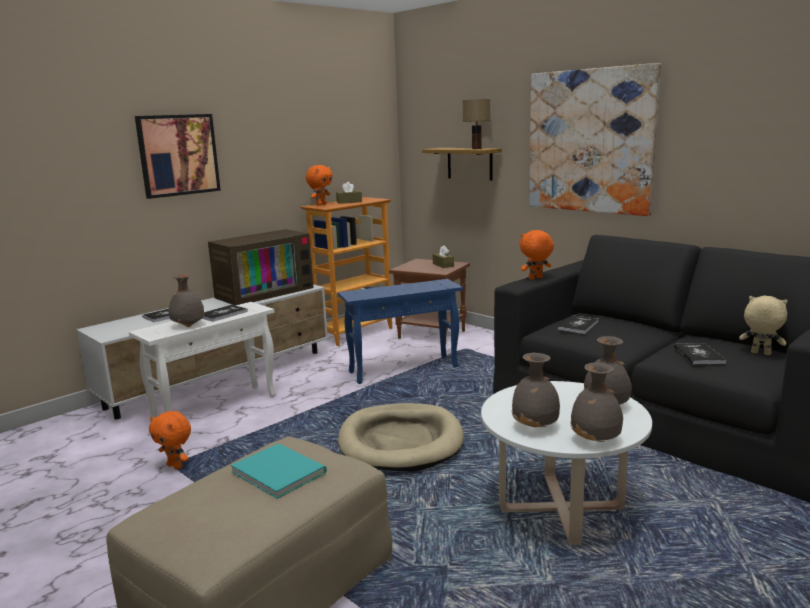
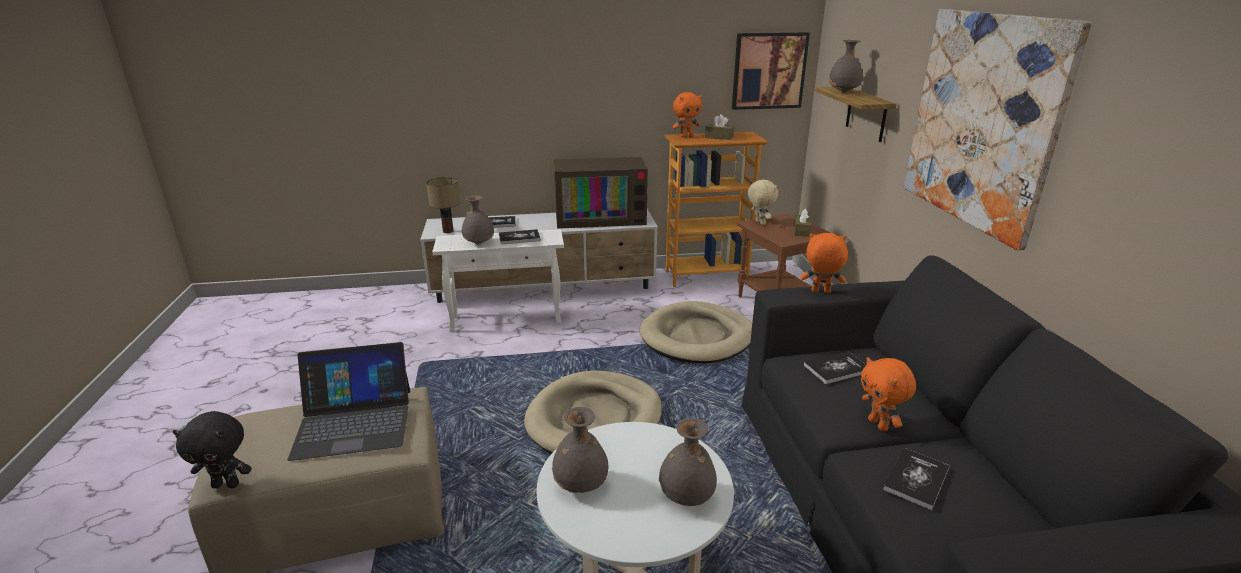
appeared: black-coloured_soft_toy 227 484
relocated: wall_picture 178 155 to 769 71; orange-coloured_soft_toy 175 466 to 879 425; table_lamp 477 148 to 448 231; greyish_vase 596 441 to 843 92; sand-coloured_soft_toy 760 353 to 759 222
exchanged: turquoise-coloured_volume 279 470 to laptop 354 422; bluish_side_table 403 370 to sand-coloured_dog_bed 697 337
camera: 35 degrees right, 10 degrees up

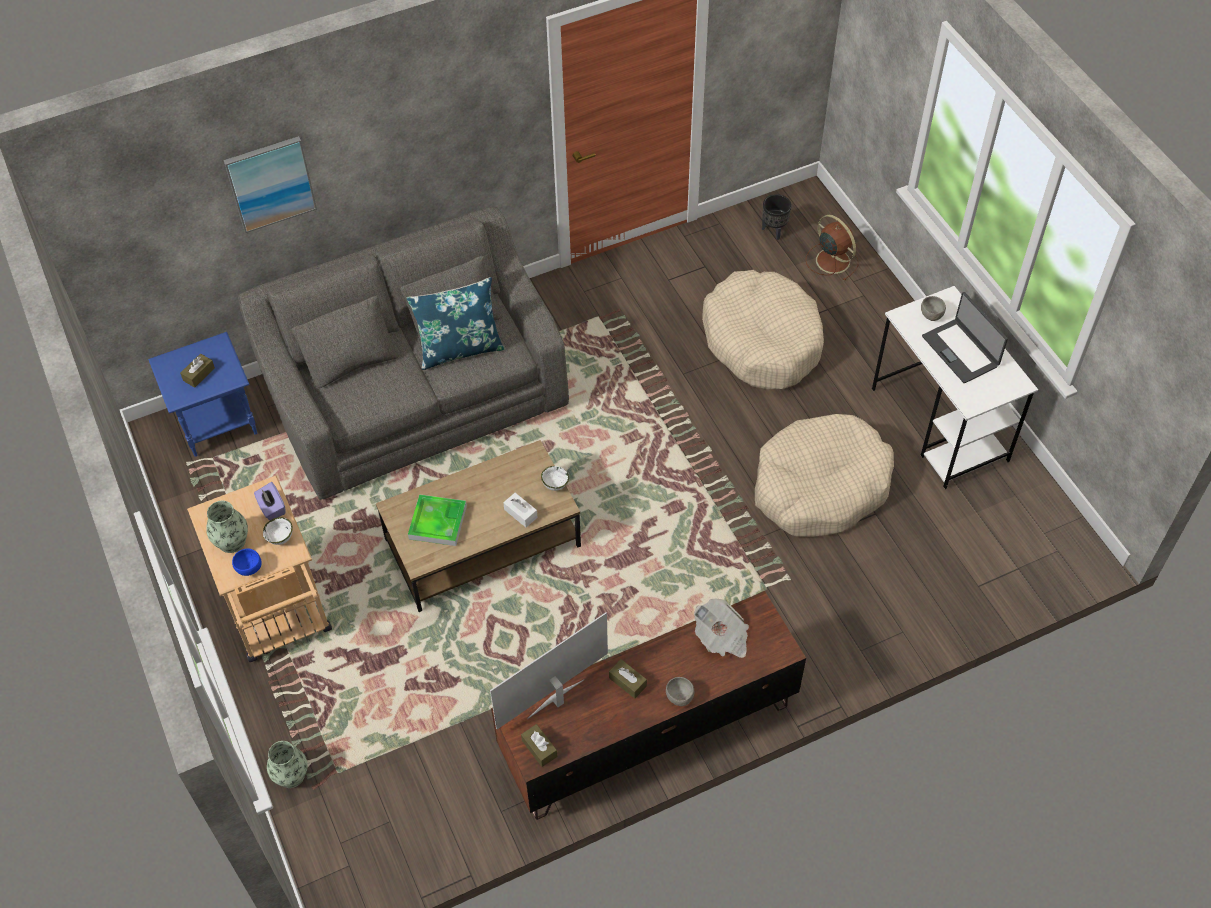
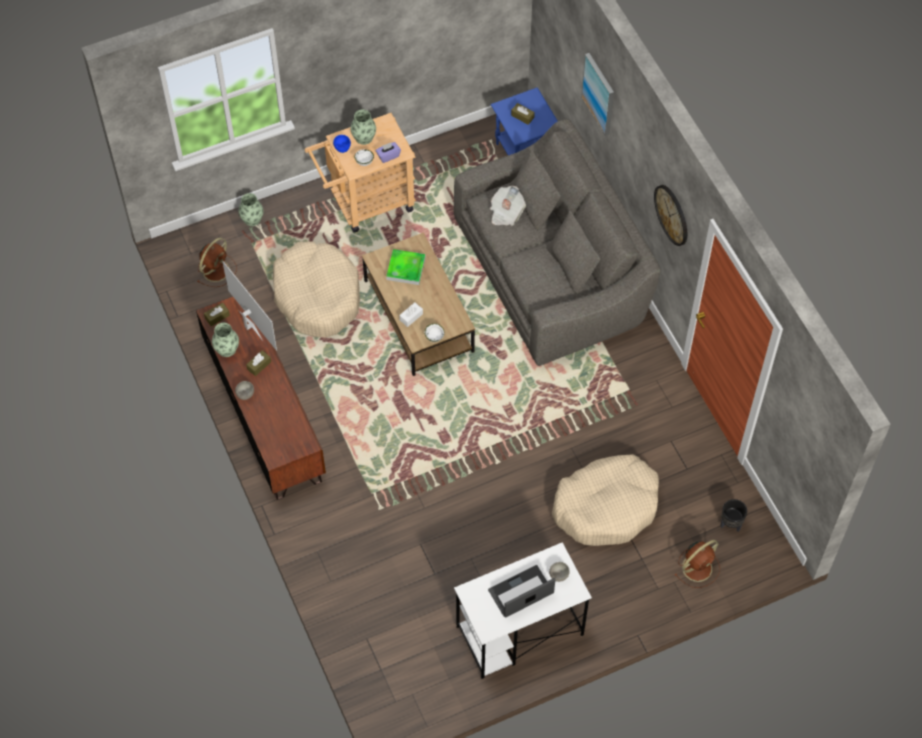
missing: bluish_throw_pillow 459 349
appeared: brown_fan 216 269; vase 227 349; hanging_clock 672 214
relocated: printed_paper 721 637 to 506 212; sand-coloured_dog_bed 820 486 to 317 296
camera: 90 degrees right, 5 degrees up

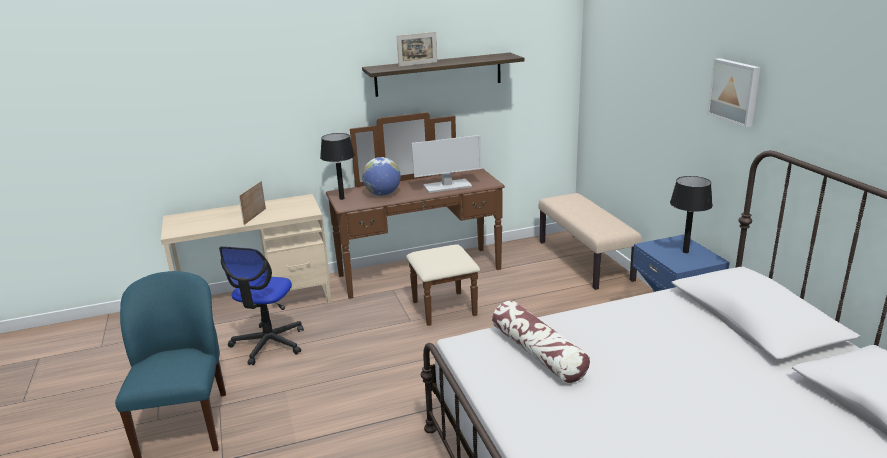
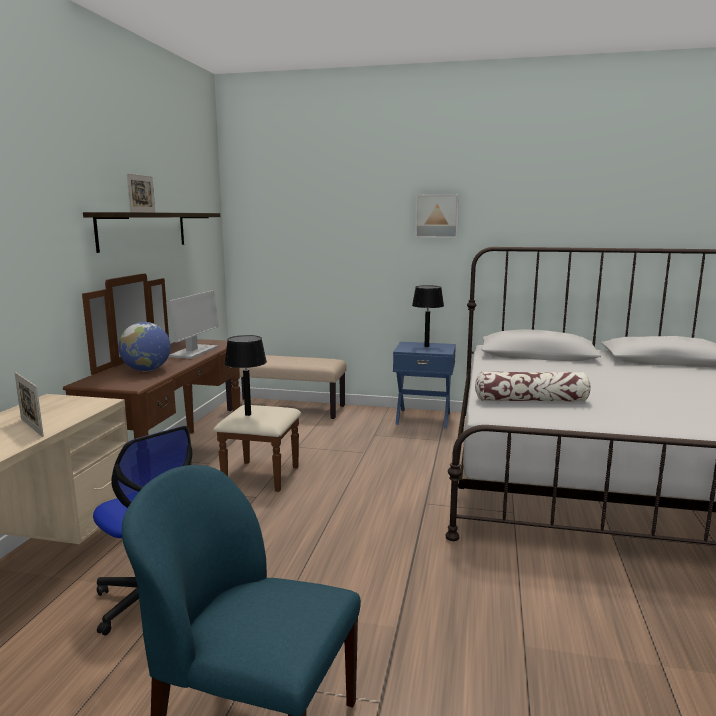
relocated: black-coloured_table_lamp 342 198 to 248 414
camera: 60 degrees left, 10 degrees down

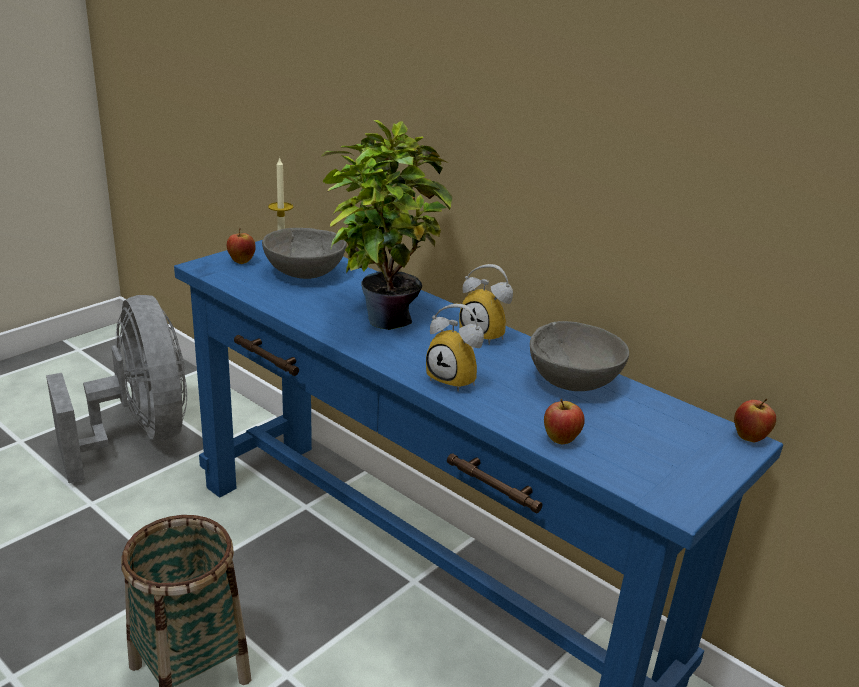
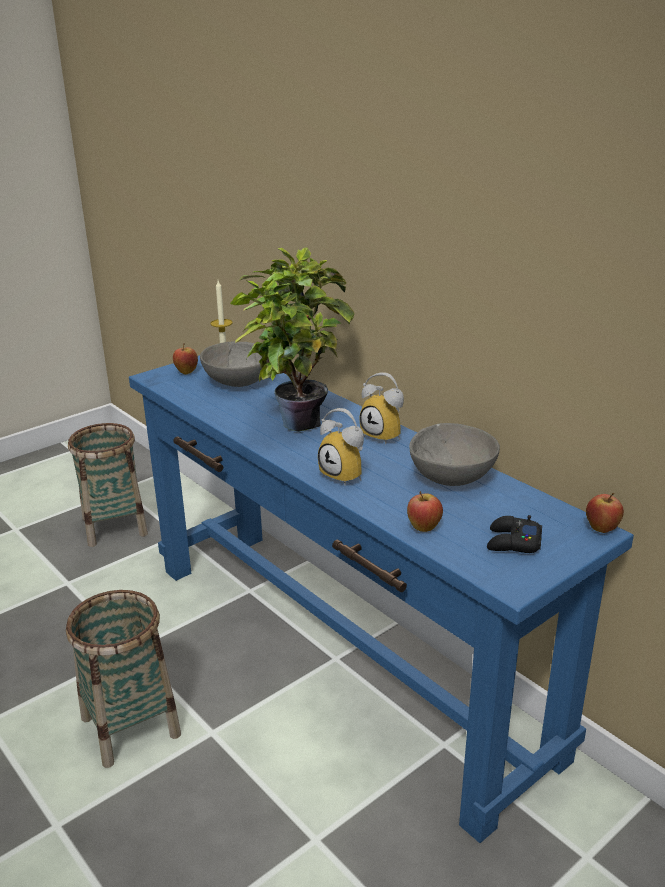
appeared: black-coloured_joypad 513 542
exchanged: greyish_fan 139 436 to household_basket 114 526
camera: 10 degrees right, 0 degrees up

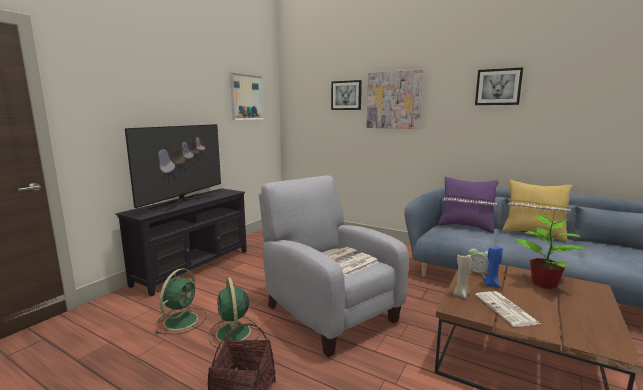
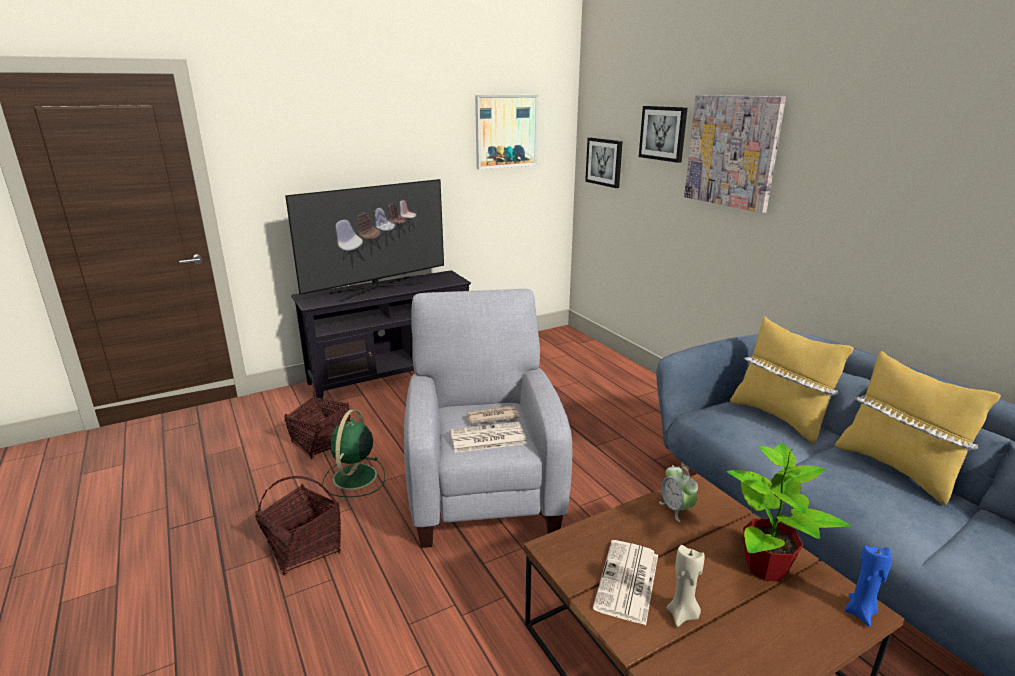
relocated: sand-coloured_candle 461 295 to 682 615; wall_picture 498 87 to 604 162; bluish_candle 491 285 to 860 612
exchanged: green_fan 182 320 to household_basket 321 442
colour: purplish_throw_pillow 465 227 to yellowish_throw_pillow 779 417
camera: 30 degrees right, 10 degrees up

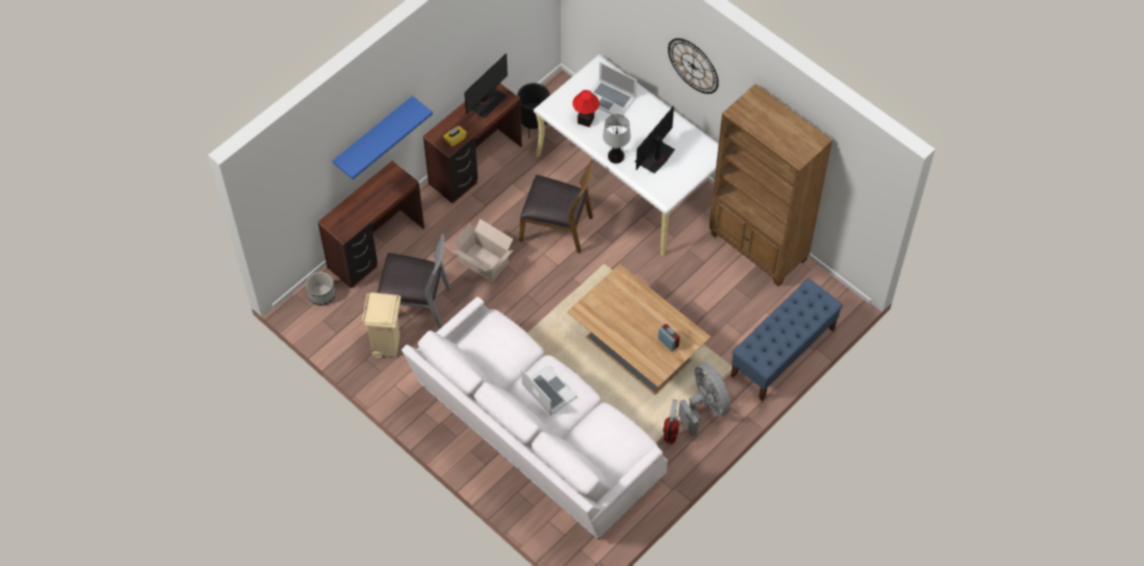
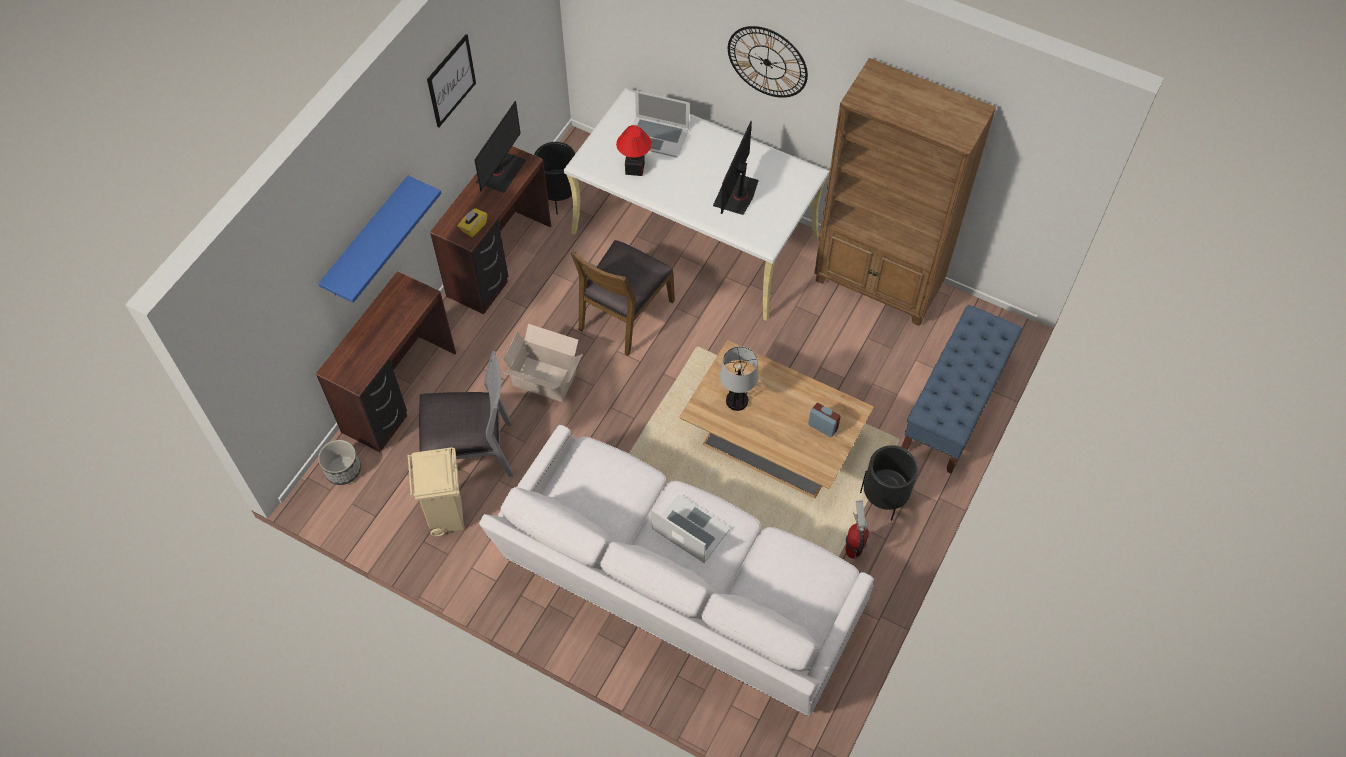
appeared: wall_picture 451 80
relocated: table_lamp 616 156 to 737 400
exchanged: greyish_fan 705 407 to black-coloured_plant_pot 883 498
spun: brown_plain_chair 557 227 = 624 314 120 degrees clockwise
camera: 15 degrees left, 0 degrees up

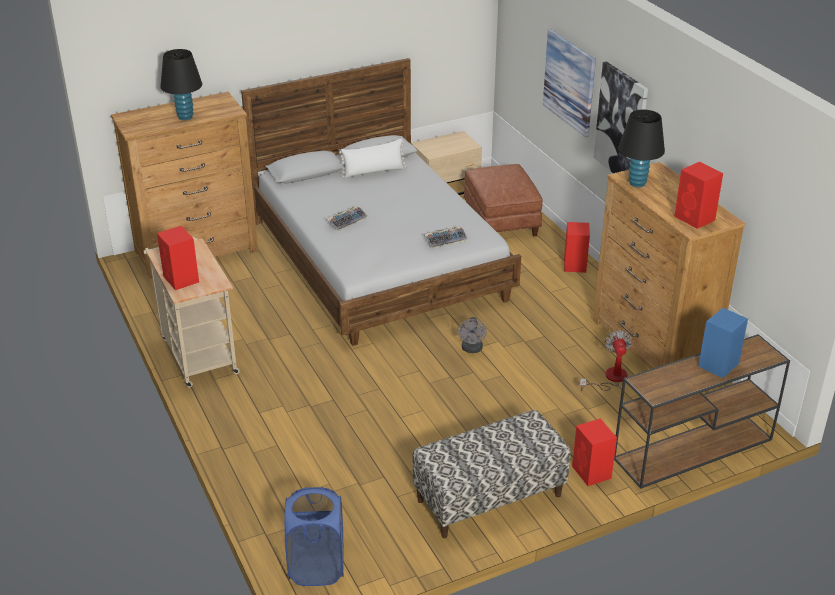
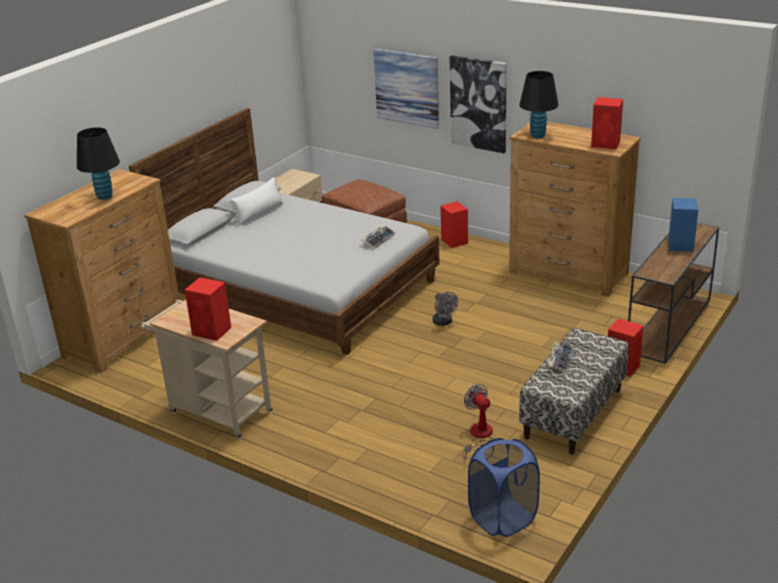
relocated: PC_keyboard 347 221 to 560 360; fan 610 378 to 478 436
camera: 30 degrees left, 5 degrees down

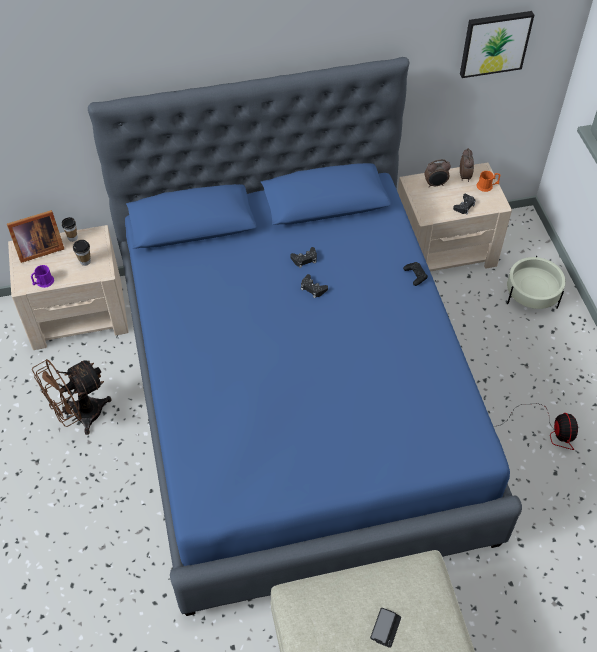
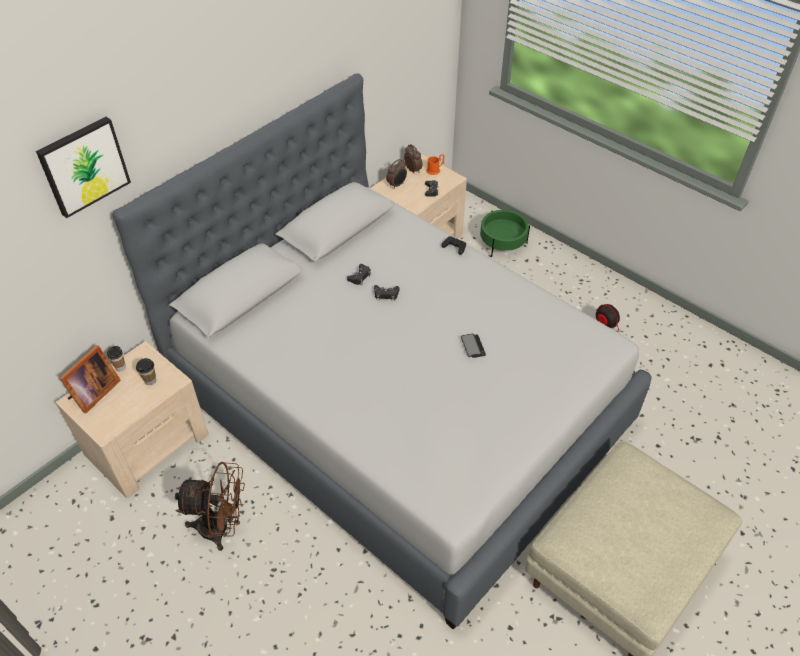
missing: purplish_tea_mug 43 282
relocated: handset 385 628 to 473 346; wall_picture 494 43 to 83 166
colour: bluish_sleeping_bed 298 400 to greyish_sleeping_bed 399 406; sand-coloured_plant_pot 531 295 to green_plant_pot 502 242
spun: brown_fan 80 416 = 222 528 105 degrees counterclockwise
camera: 35 degrees left, 5 degrees down

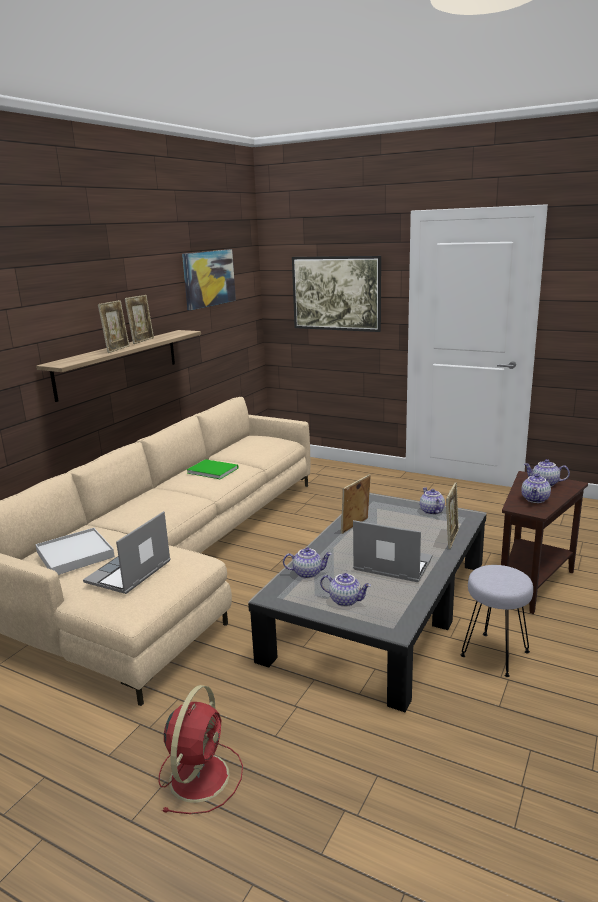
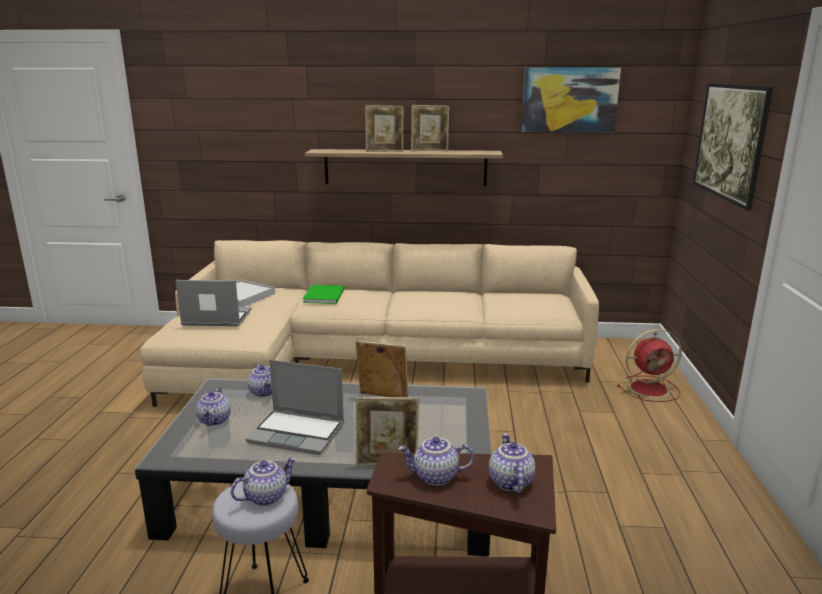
relocated: reddish_fan 200 775 to 650 389; green_volume 212 470 to 325 295; teapot 431 511 to 266 496
spun: laptop 391 565 = 298 433 105 degrees clockwise
camera: 65 degrees right, 0 degrees up

